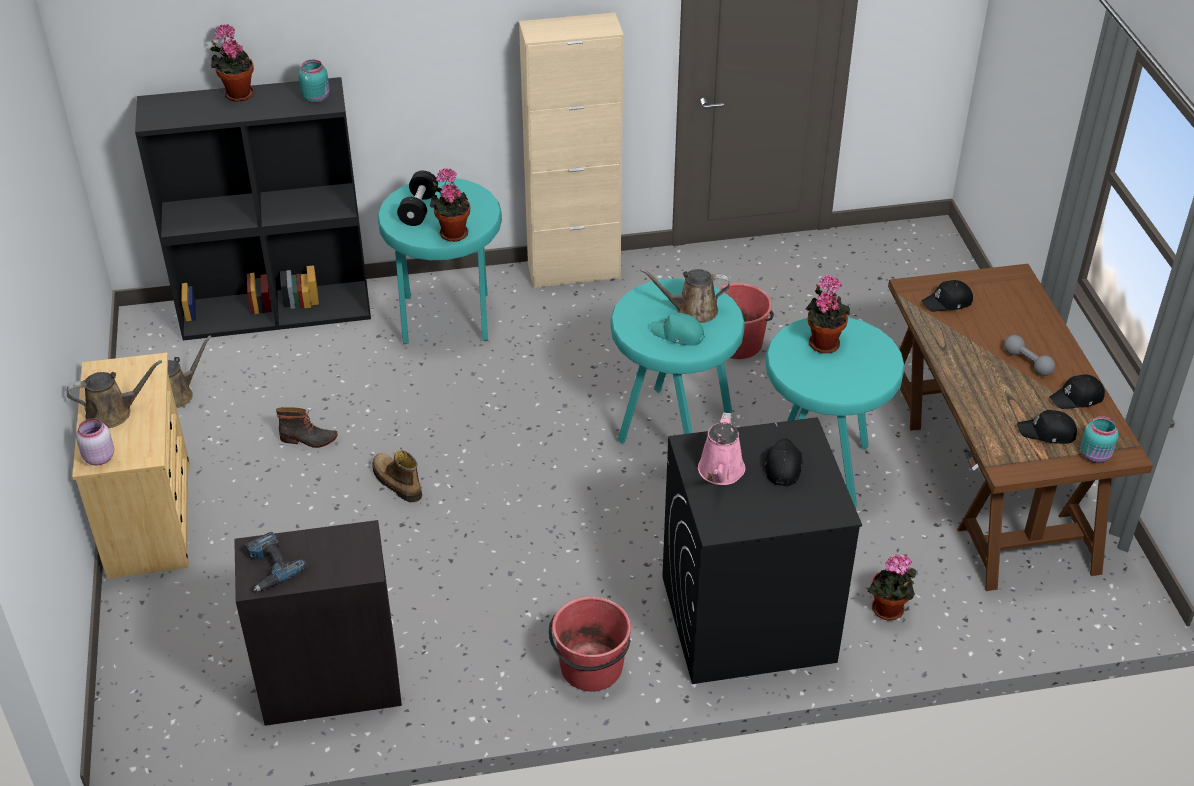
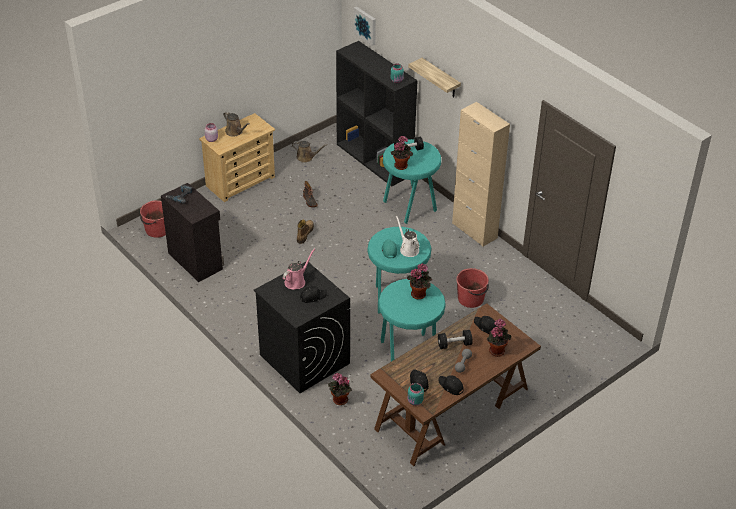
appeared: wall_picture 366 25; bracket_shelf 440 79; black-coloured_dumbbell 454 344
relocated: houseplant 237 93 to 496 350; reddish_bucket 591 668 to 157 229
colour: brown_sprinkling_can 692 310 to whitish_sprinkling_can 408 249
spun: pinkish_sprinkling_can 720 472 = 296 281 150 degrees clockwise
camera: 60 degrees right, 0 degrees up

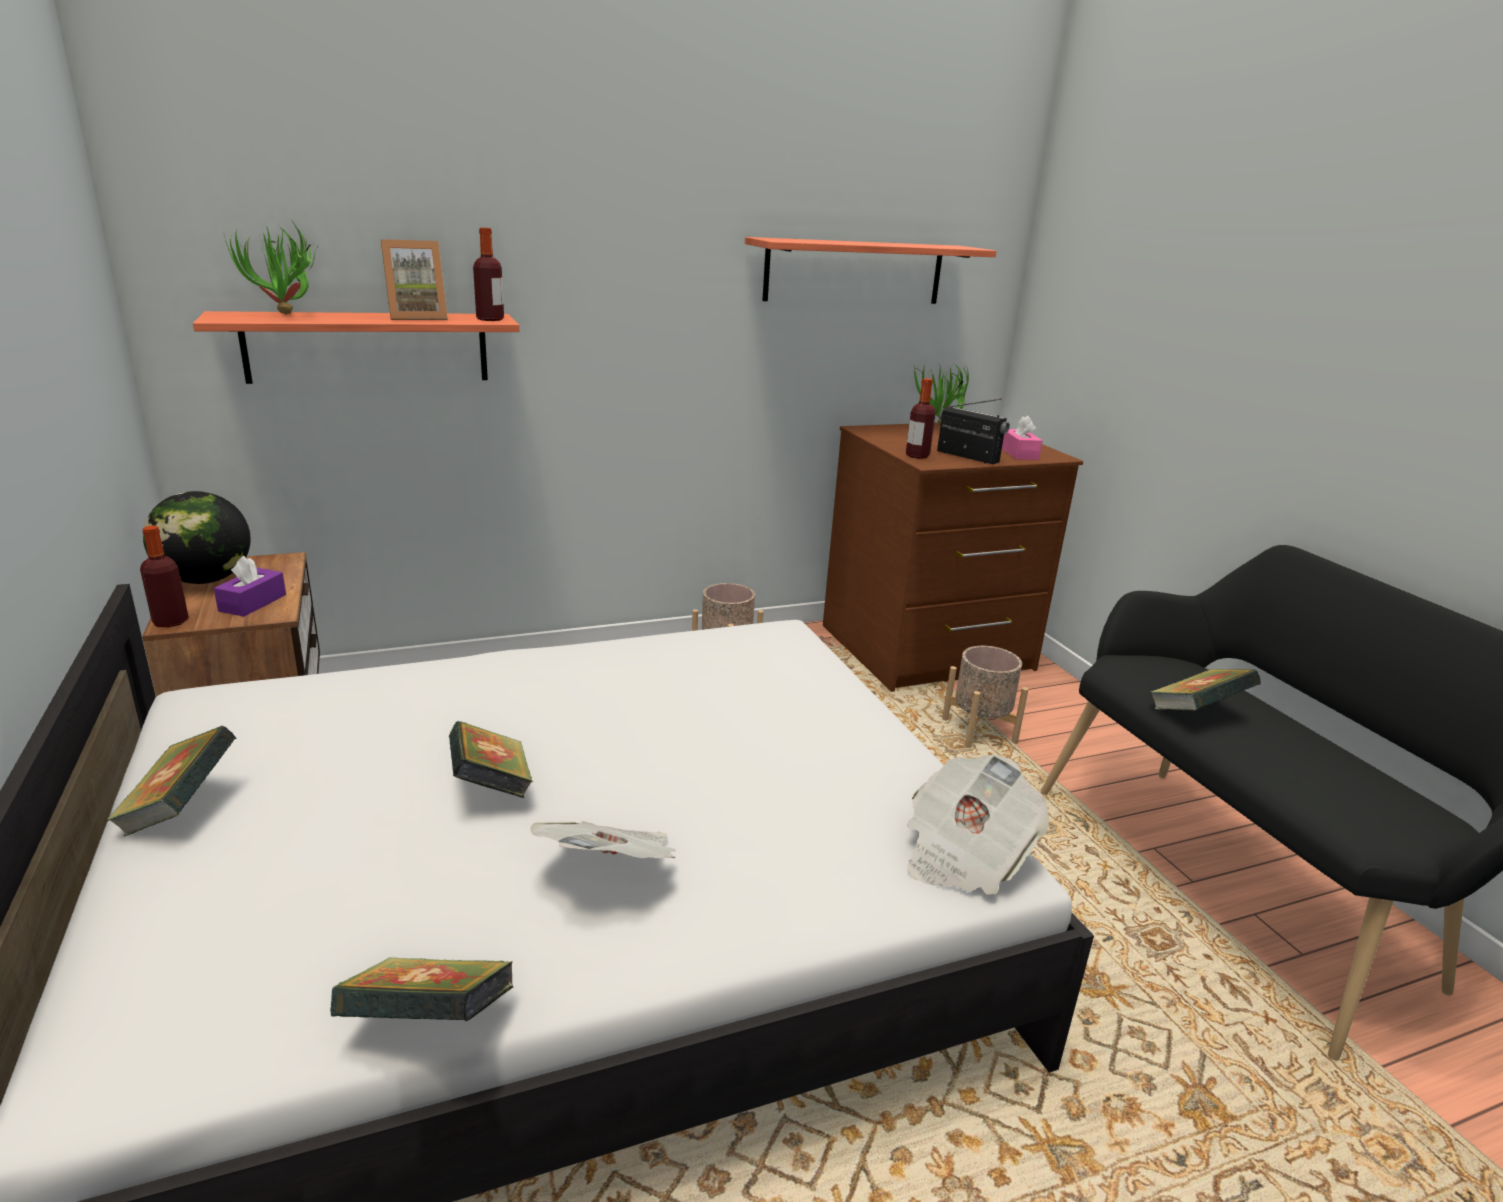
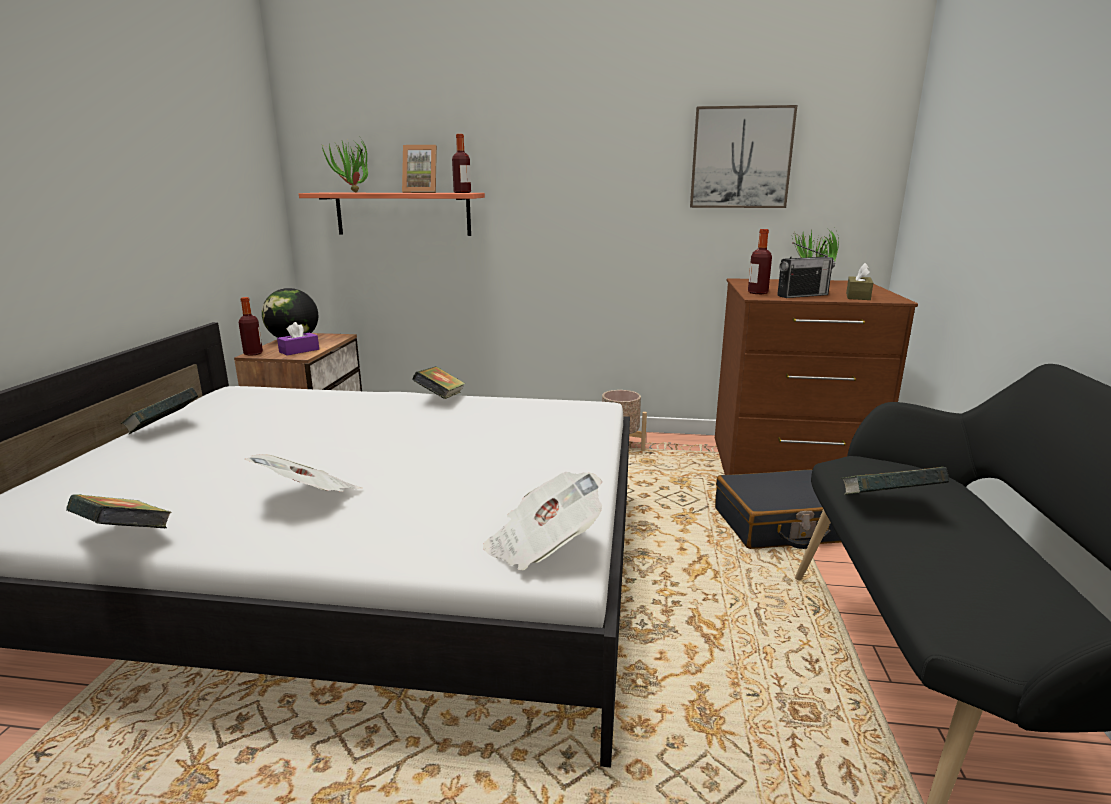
relocated: volume 491 787 to 441 399
exchanged: bracket_shelf 854 272 to wall_picture 741 158; sand-coloured_plant_pot 978 731 to black-coloured_suitcase 780 525
colour: pinkish_box_of_tissues 1018 453 to brown_box_of_tissues 858 296
spun: radio_receiver 967 457 = 802 295 90 degrees clockwise
camera: 30 degrees right, 5 degrees down

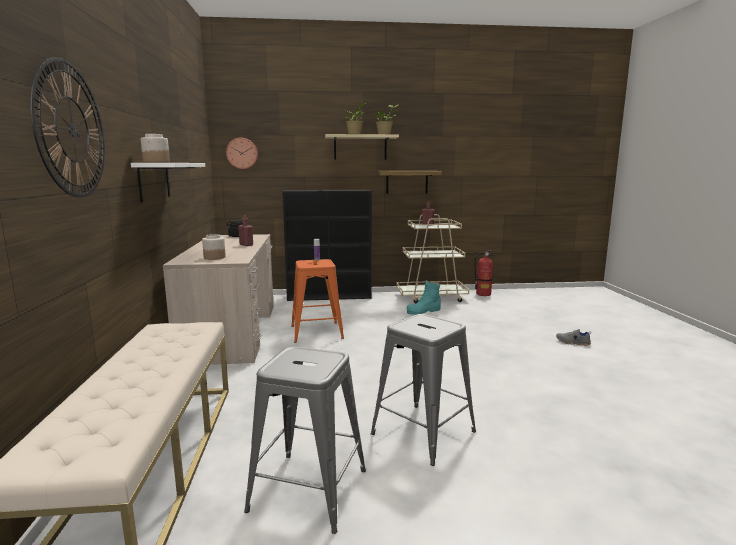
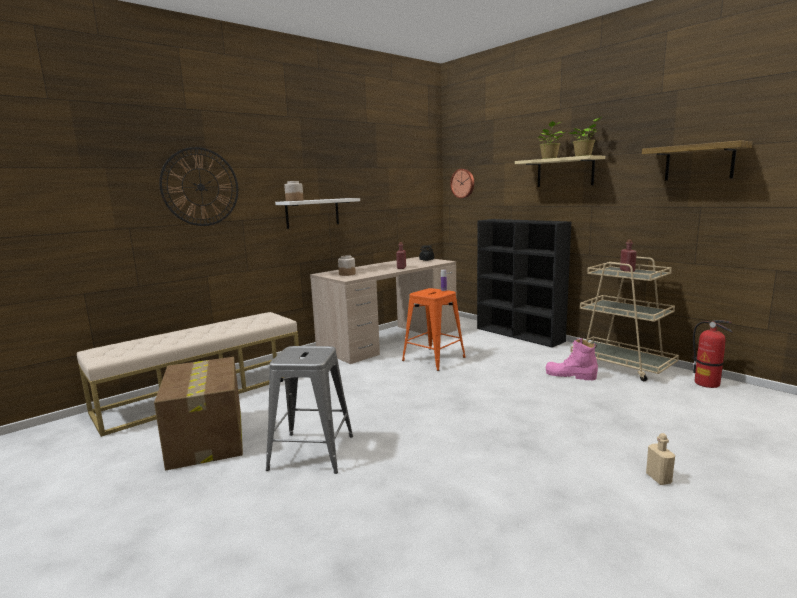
relocated: bracket_shelf 407 182 to 699 162
exchanged: greyish_stool 308 490 to carton 207 439; greyish_item_of_footwear 572 342 to sand-coloured_beverage_bottle 658 478
colour: turquoise-coloured_tall_boot 423 311 to pinkish_tall_boot 570 375
camera: 55 degrees right, 0 degrees up

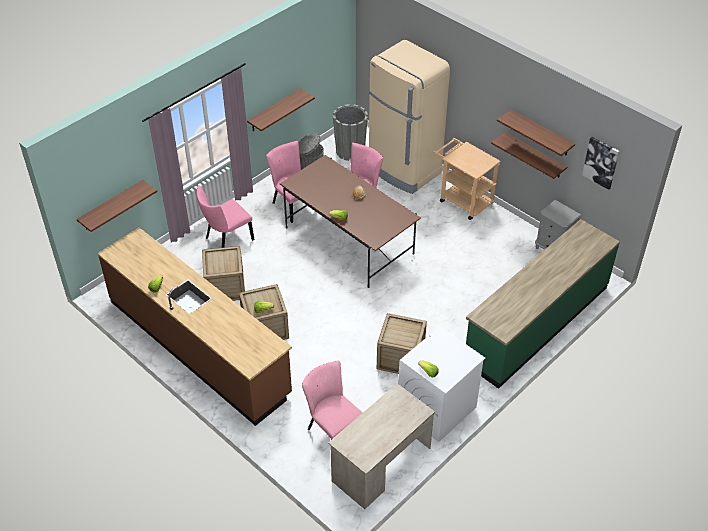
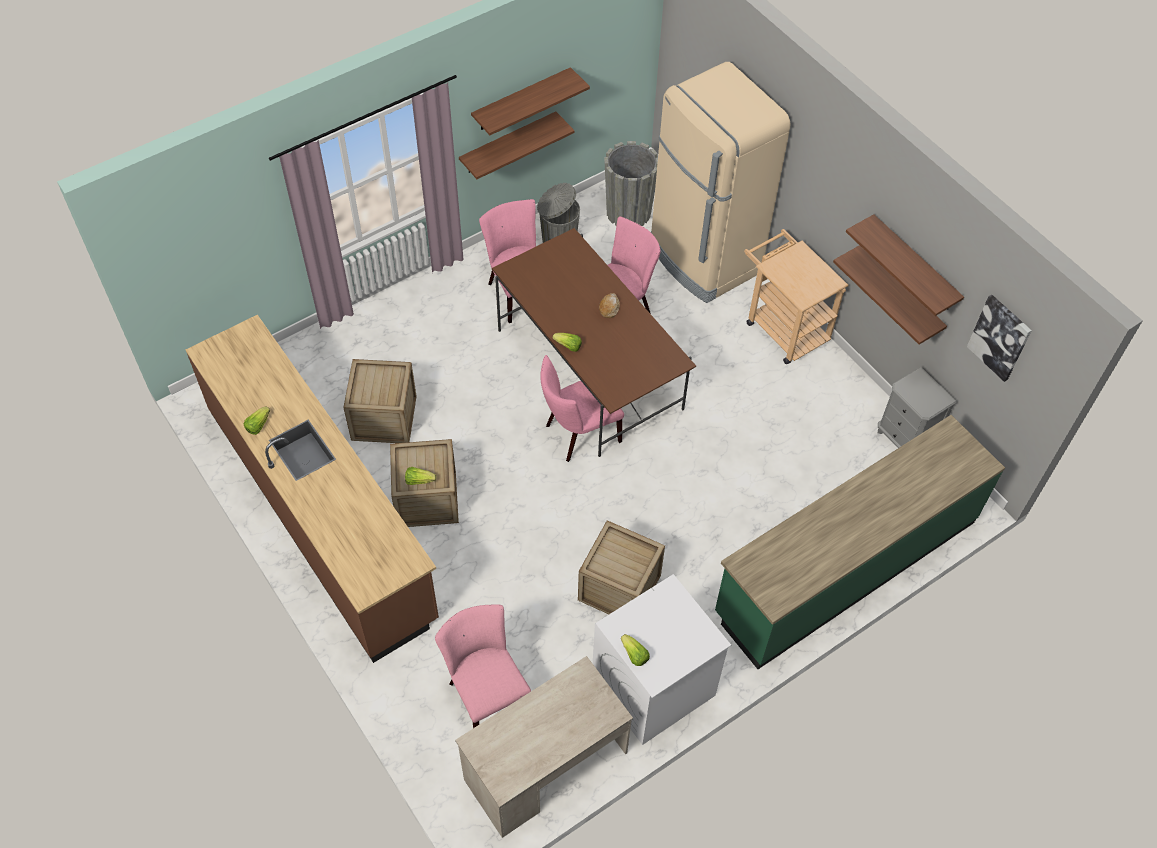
relocated: bracket_shelf 111 205 to 521 100; pinkish_plain_chair 227 239 to 578 434
camera: 10 degrees right, 10 degrees up

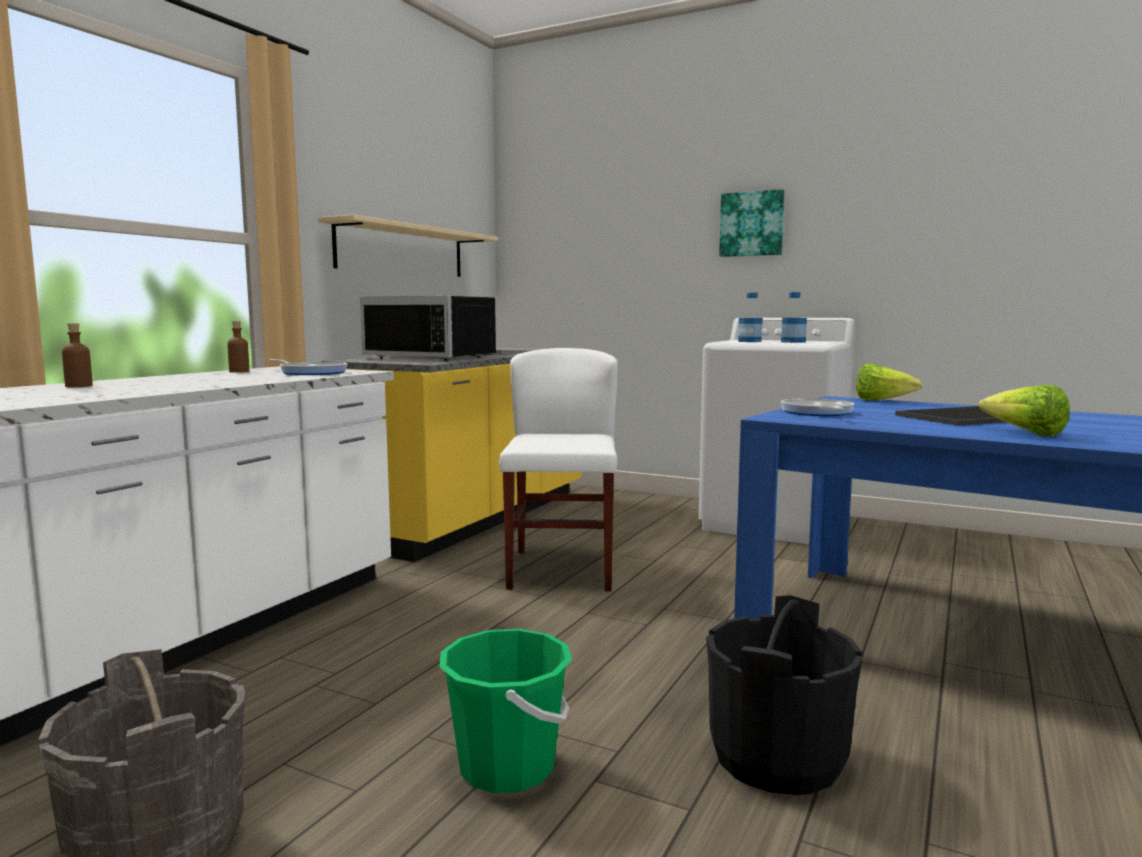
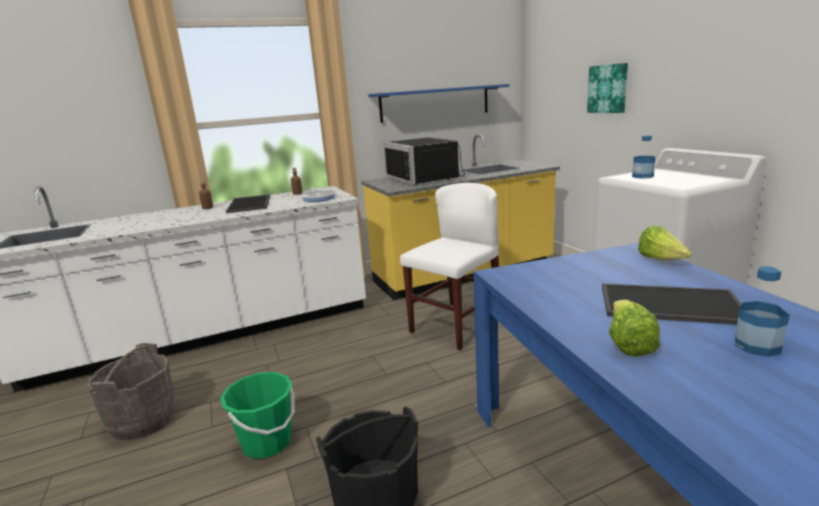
missing: pan 817 412
appeared: carrying_tray 250 204
relocated: wall_picture 752 224 to 608 88; beverage_bottle 793 342 to 757 346
colour: sand-coloured_bracket_shelf 402 251 to bluish_bracket_shelf 435 103
camera: 40 degrees right, 10 degrees up

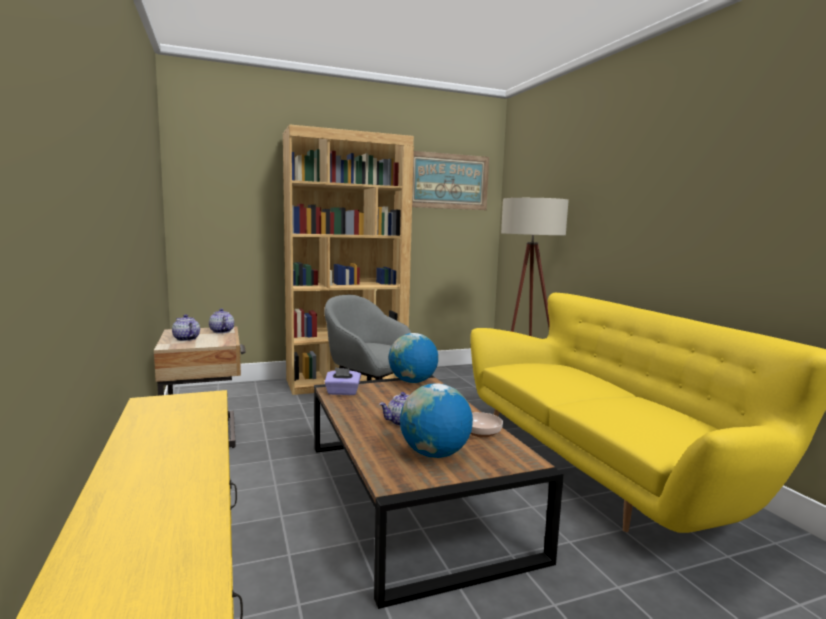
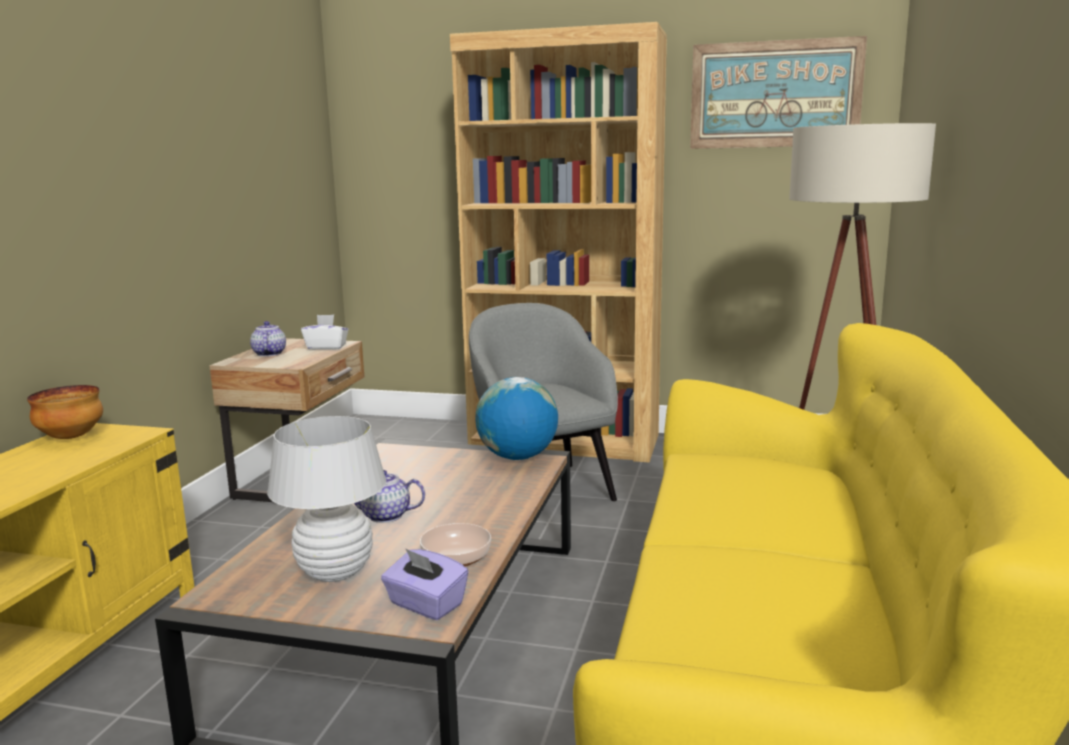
appeared: deep_dish 72 437
relocated: purplish_box_of_tissues 342 392 to 425 605
exchanged: teapot 221 331 to whitish_box_of_tissues 326 347; globe 434 454 to whitish_table_lamp 335 572
camera: 35 degrees right, 5 degrees up

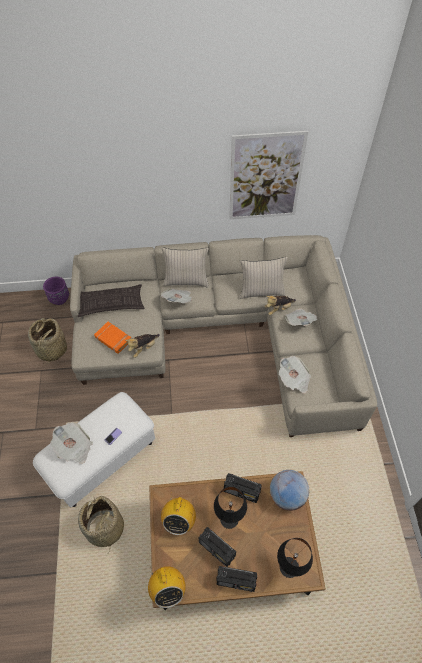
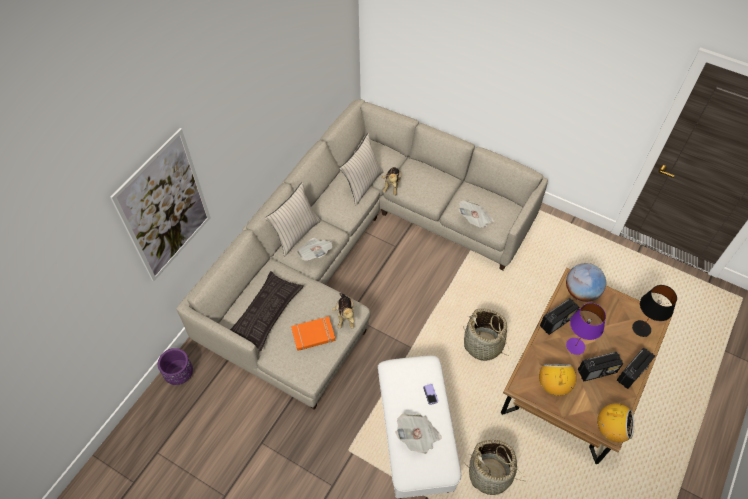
missing: printed_paper 299 322
relocated: household_basket 51 350 to 483 345; wall_picture 265 177 to 165 208
colour: black-coloured_table_lamp 229 519 to purplish_table_lamp 576 346
spun: radio_receiver 179 520 = 553 385 135 degrees counterclockwise
camera: 55 degrees left, 0 degrees up

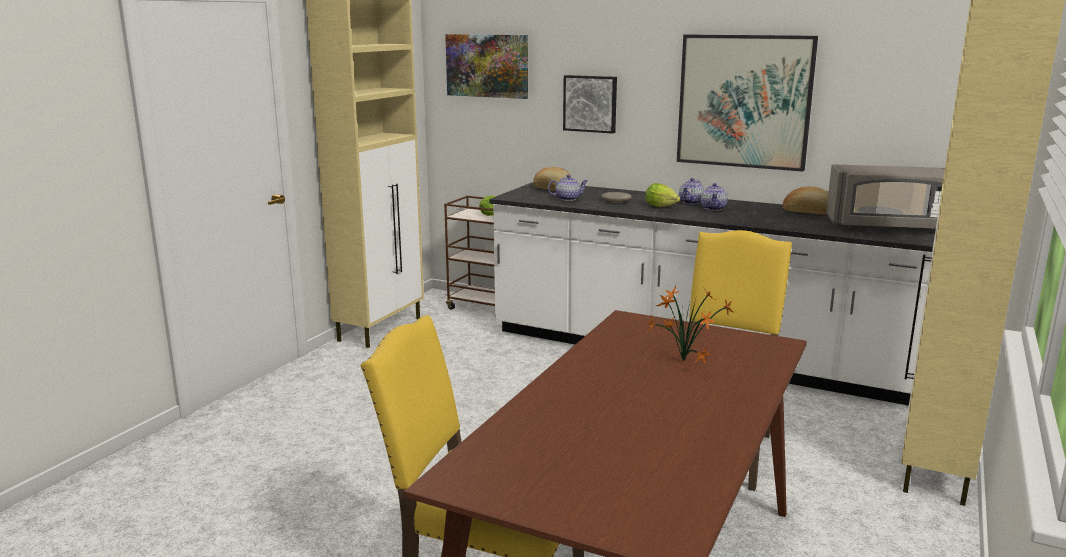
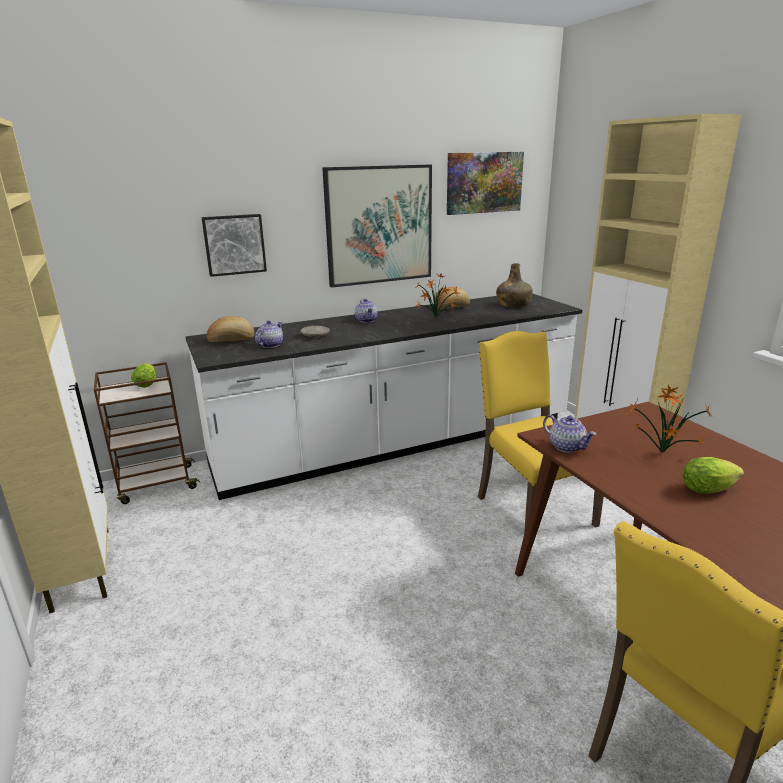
appeared: houseplant 437 318
relocated: wall_picture 487 65 to 484 182; lettuce_head 662 207 to 710 489; teapot 713 208 to 567 447
exchanged: greyish_microwave 888 226 to green_beverage_bottle 513 305
camera: 50 degrees left, 5 degrees up

